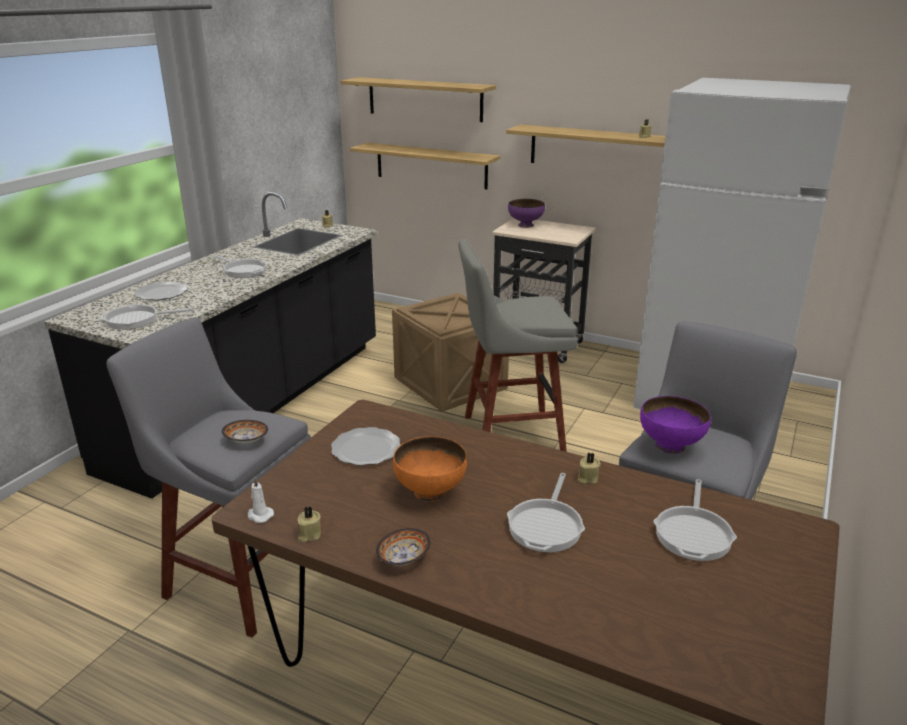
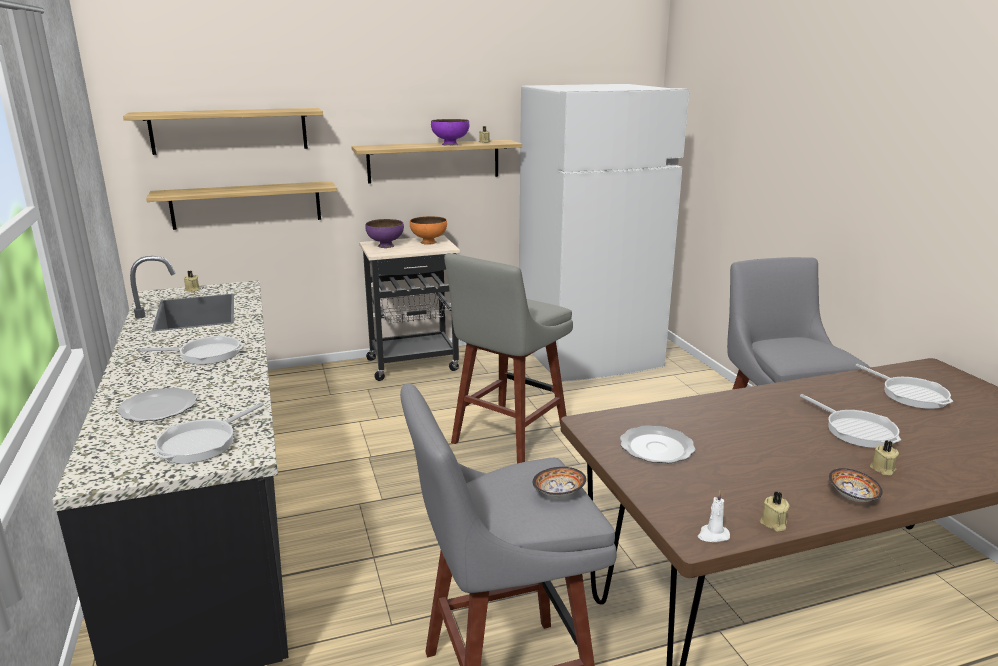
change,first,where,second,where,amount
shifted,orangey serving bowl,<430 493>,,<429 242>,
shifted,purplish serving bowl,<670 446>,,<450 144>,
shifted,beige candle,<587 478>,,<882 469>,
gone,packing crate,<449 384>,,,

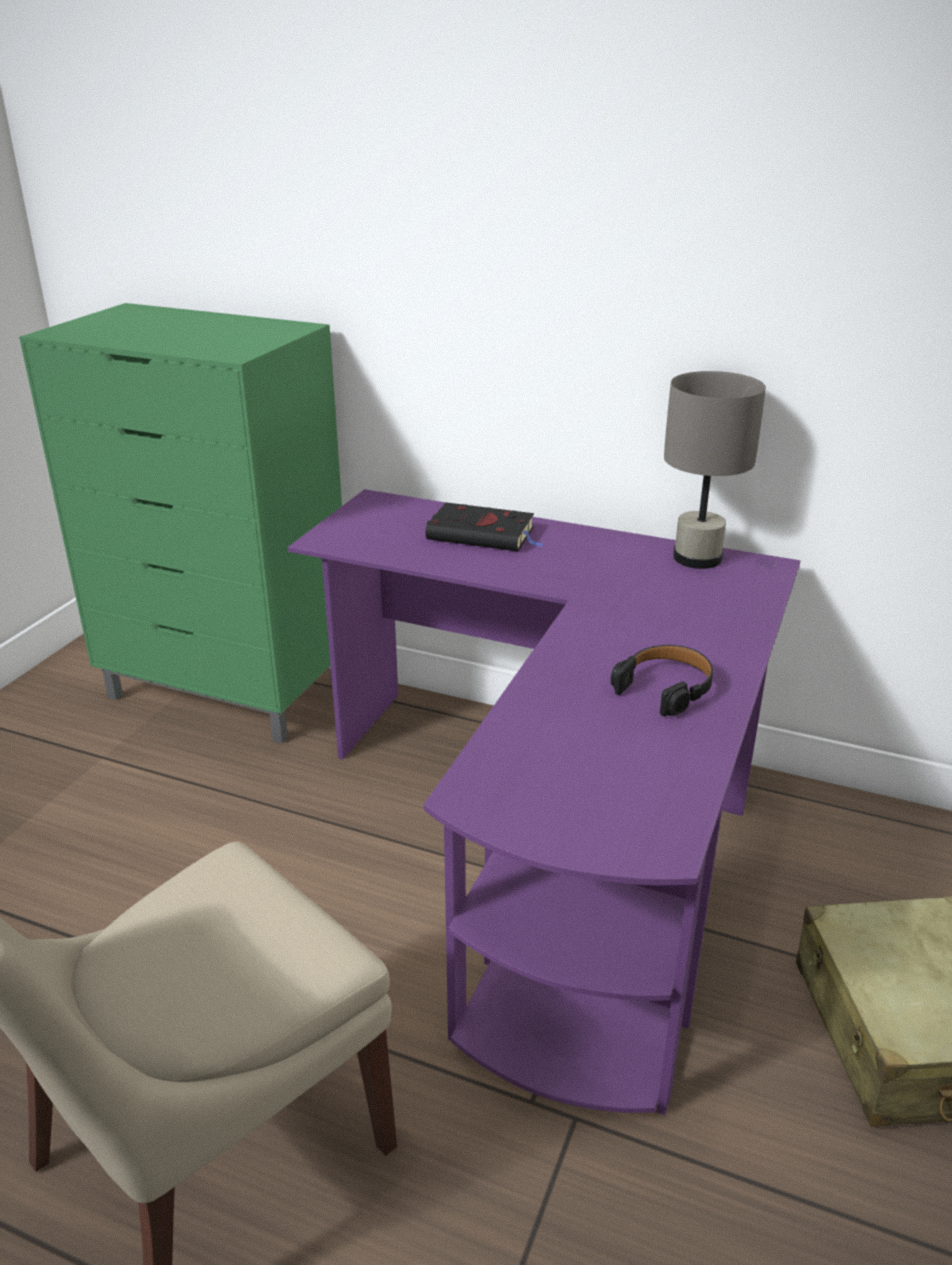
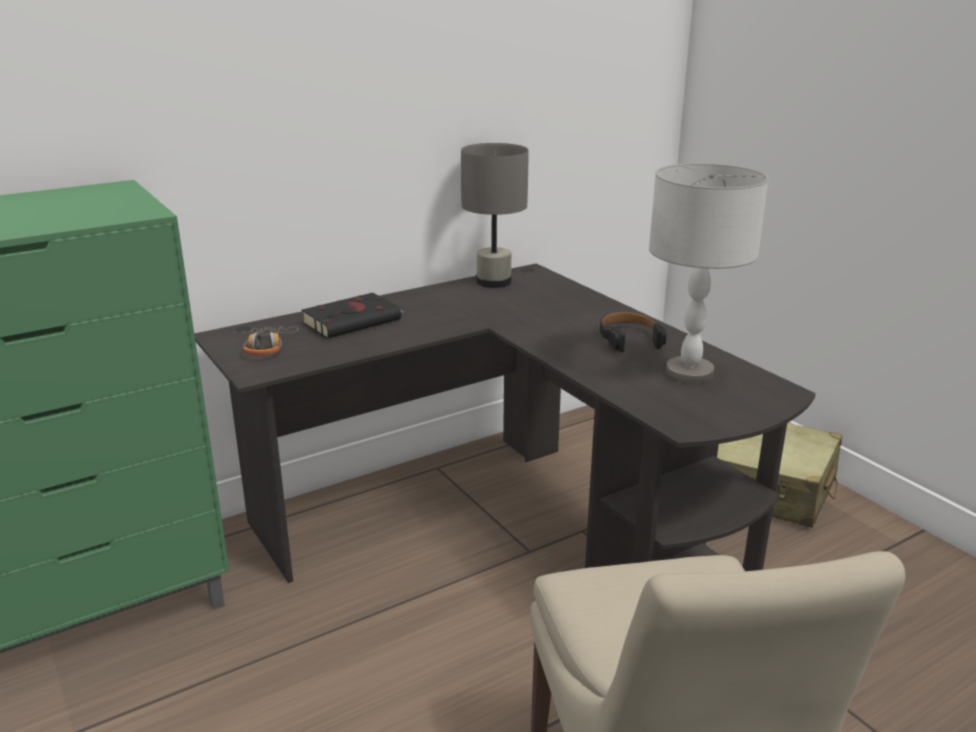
change,first,where,second,where,amount
repainted,purplish desk,<559 839>,black desk,<503 523>,
new,,,pair of headphones,<267 347>,
new,,,gray tabletop lamp,<689 374>,

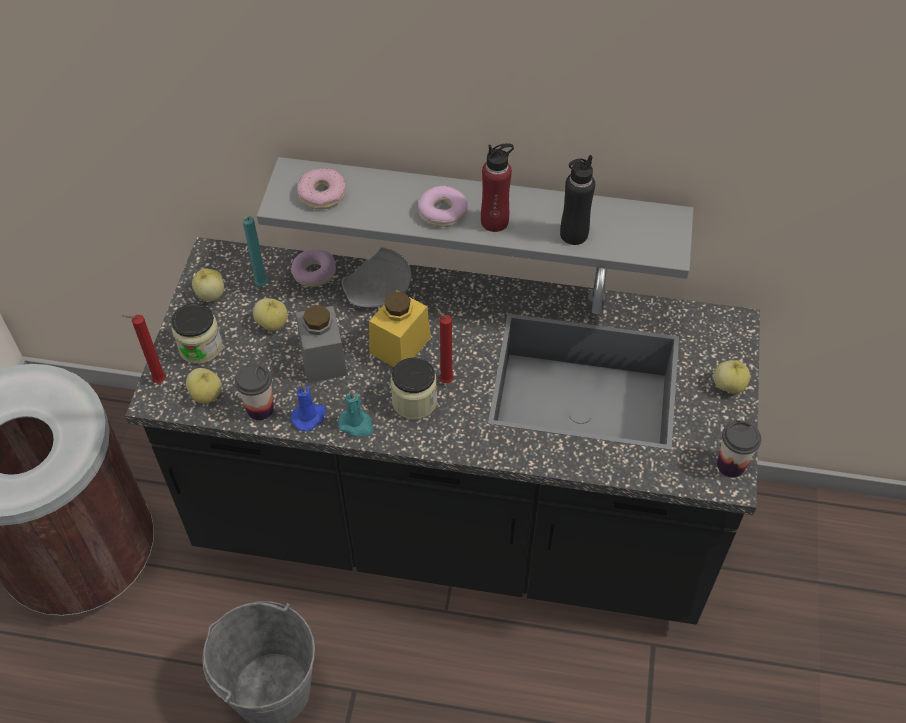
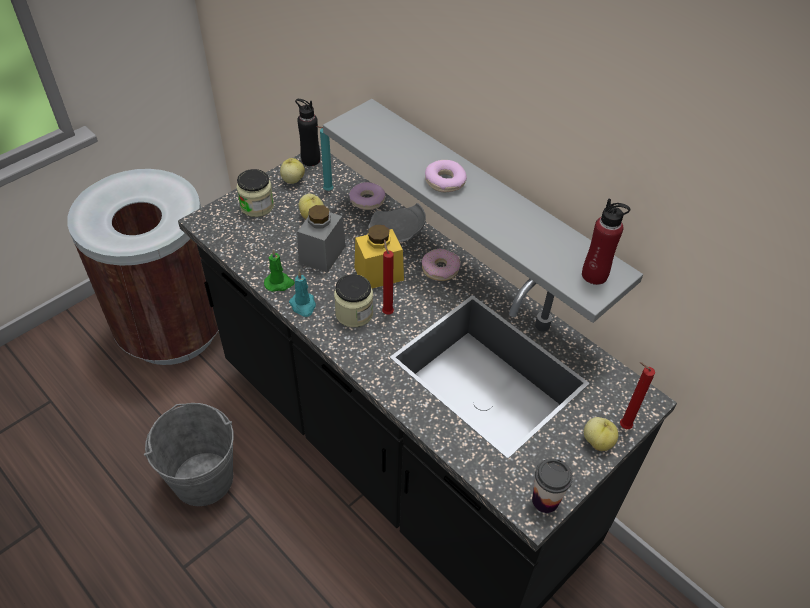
change,first,where,second,where,amount
repainted,bluish candle,<309 416>,green candle,<279 283>,
shifted,black drink bottle,<573 234>,,<310 160>,
shifted,ring doughnut,<322 194>,,<440 269>,
shifted,reddish drink bottle,<494 221>,,<594 275>,
shifted,reddish candle,<157 381>,,<622 426>,
gone,apple,<207 394>,,,
gone,cup,<260 409>,,,

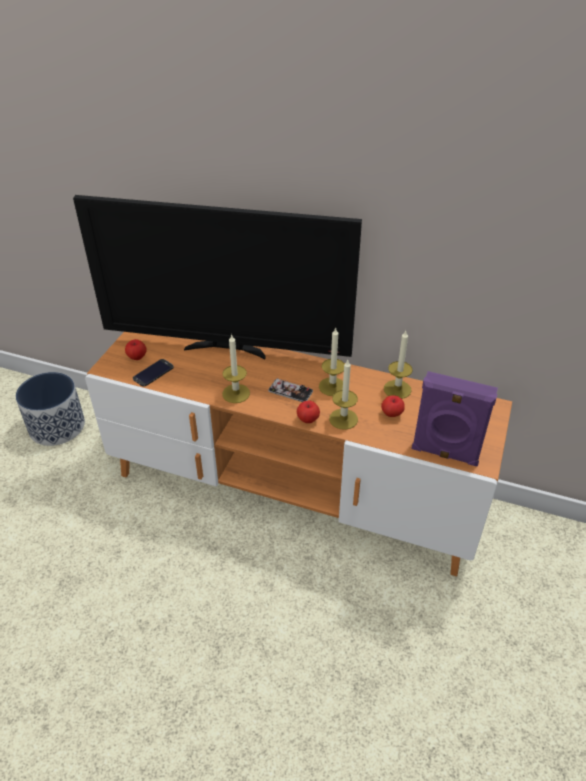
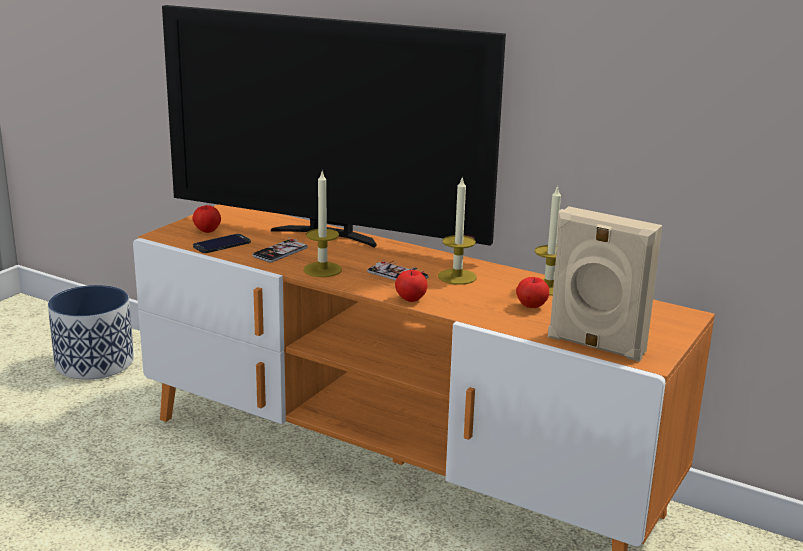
change,first,where,second,where,amount
new,,,telephone,<280 252>,
repainted,purplish loudspeaker,<445 454>,beige loudspeaker,<595 346>,
gone,candle,<343 419>,,,

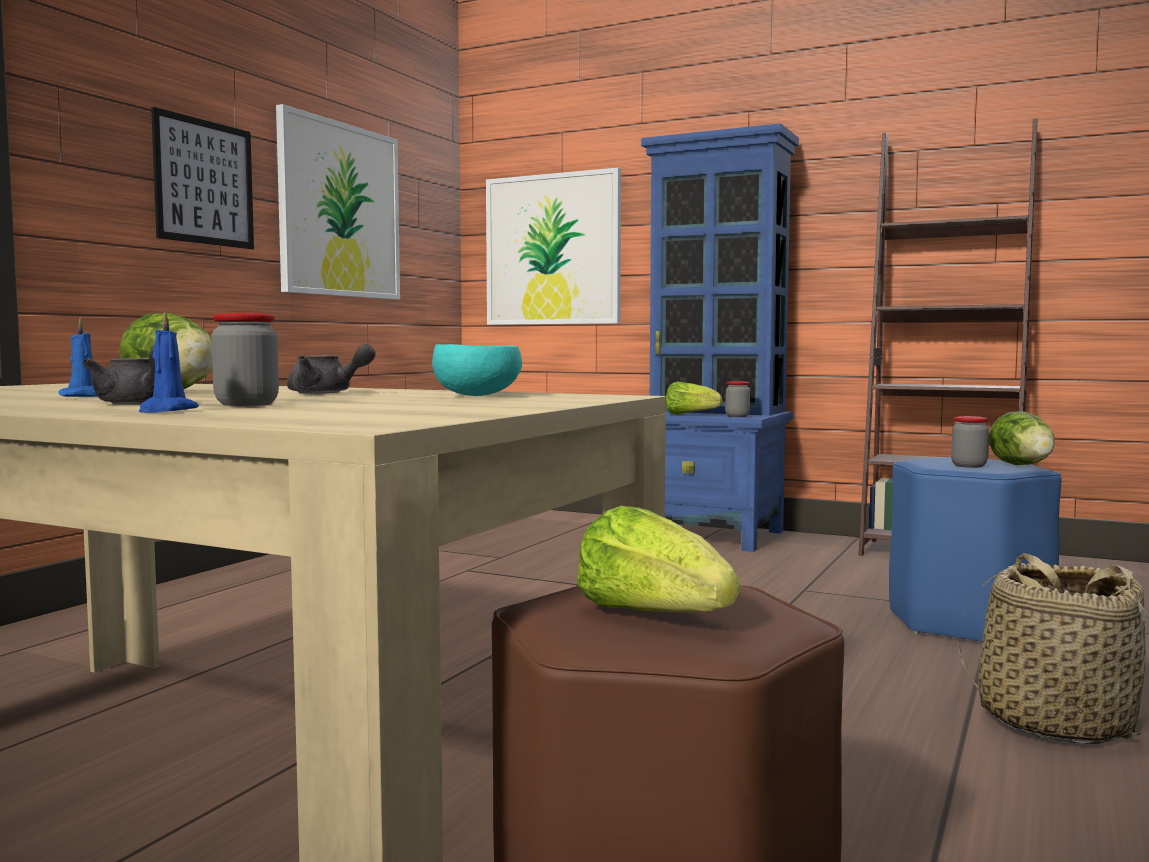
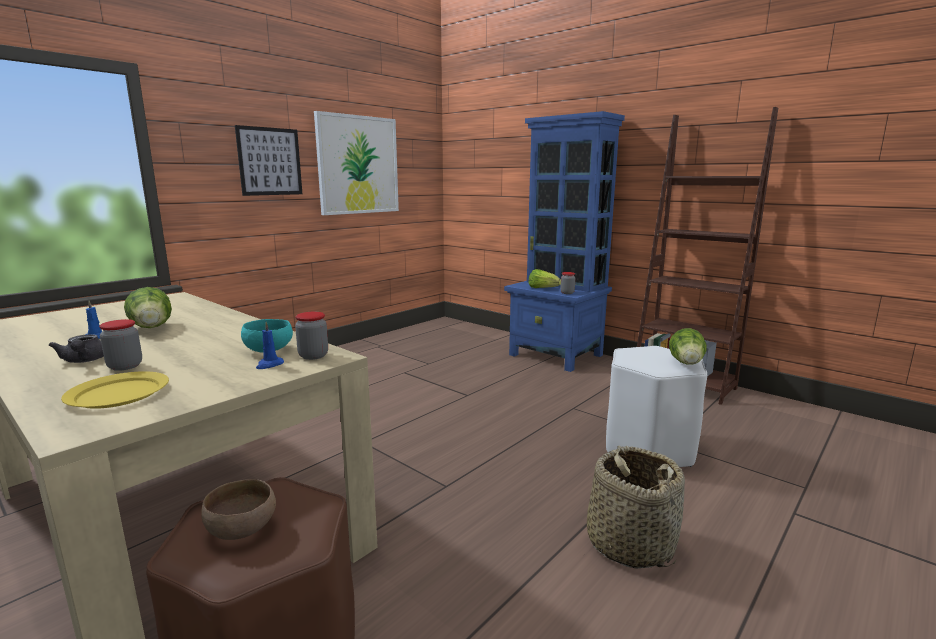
change,first,where,second,where,amount
new,,,yellowish flat dish,<119 393>,
swapped,head of lettuce,<652 615>,brown-coloured serving bowl,<243 529>,
shifted,bluish candle,<166 411>,,<269 365>,
shifted,jar,<969 466>,,<313 356>,
repainted,bluish stool,<968 623>,white stool,<649 449>,
gone,gray pot for tea,<327 393>,,,
gone,wall art,<553 250>,,,

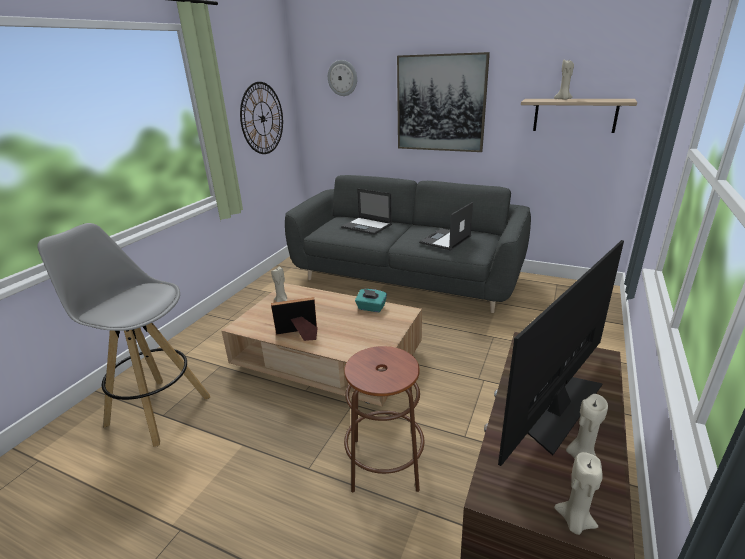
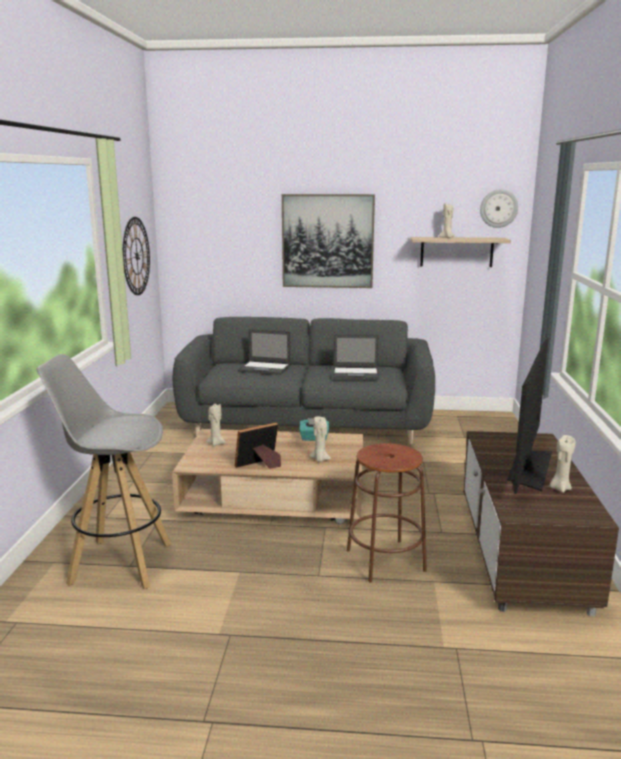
change,first,where,second,where,amount
shifted,beige candle,<574 521>,,<320 459>,
rotated,laptop,<445 240>,,<356 374>,105 degrees counterclockwise
shifted,clock on the wall,<342 78>,,<498 208>,

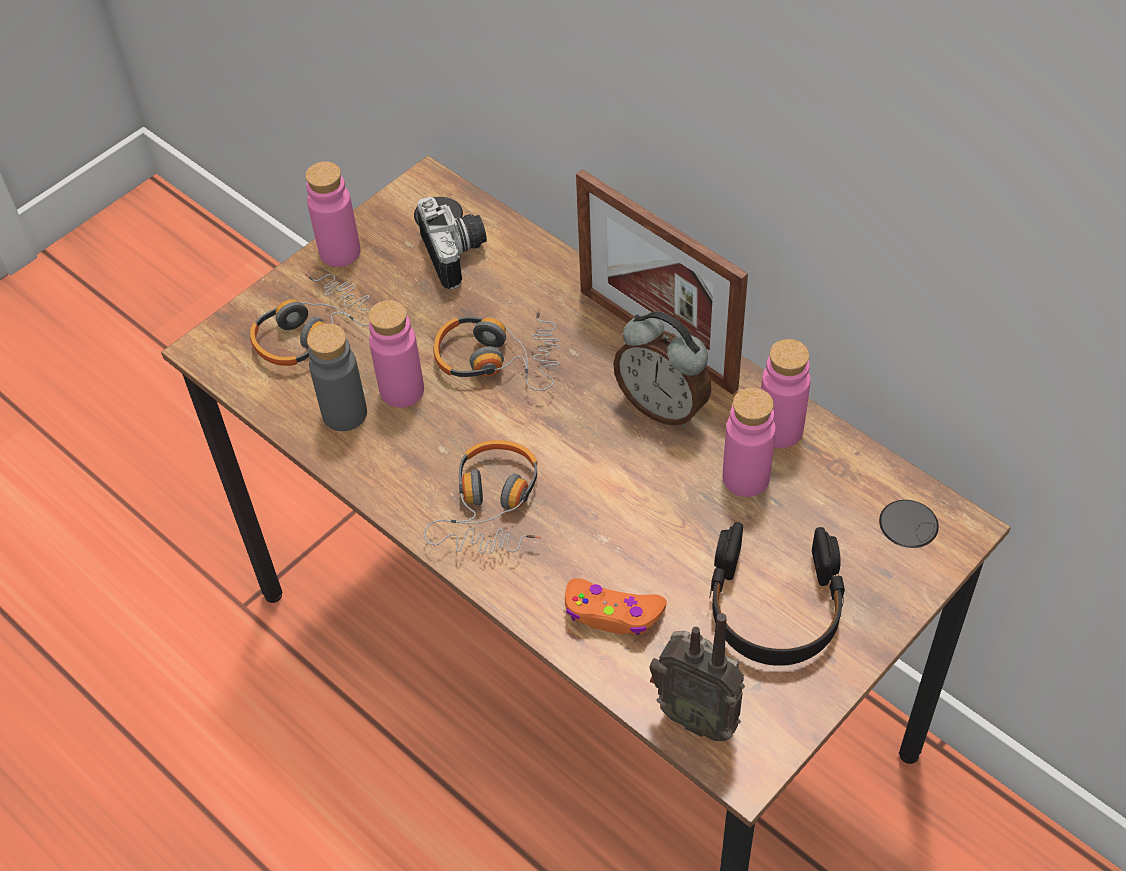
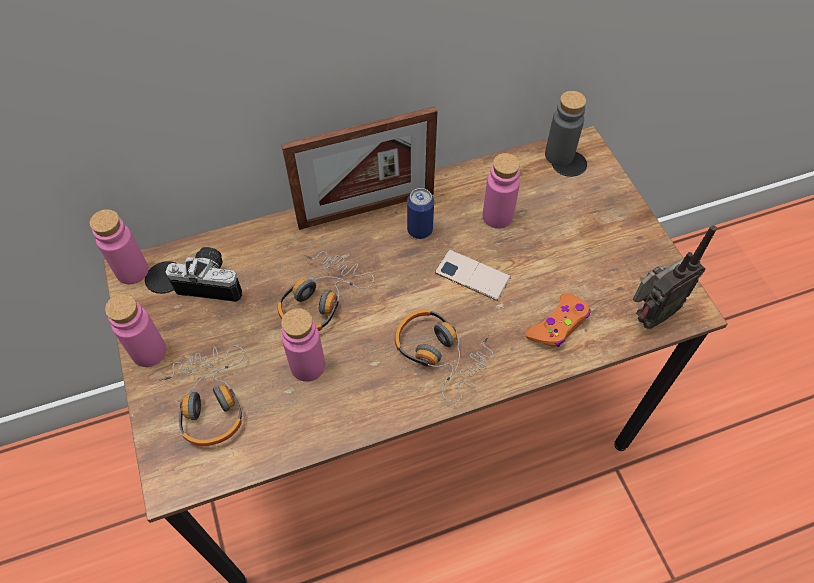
change,first,where,second,where,amount
shifted,pink drink bottle,<780 430>,,<132 271>,
swapped,bedside clock,<663 406>,metal can,<420 230>,
new,,,telephone,<472 275>,
shifted,gray drink bottle,<344 413>,,<559 155>,
gone,black pair of headphones,<775 606>,,,

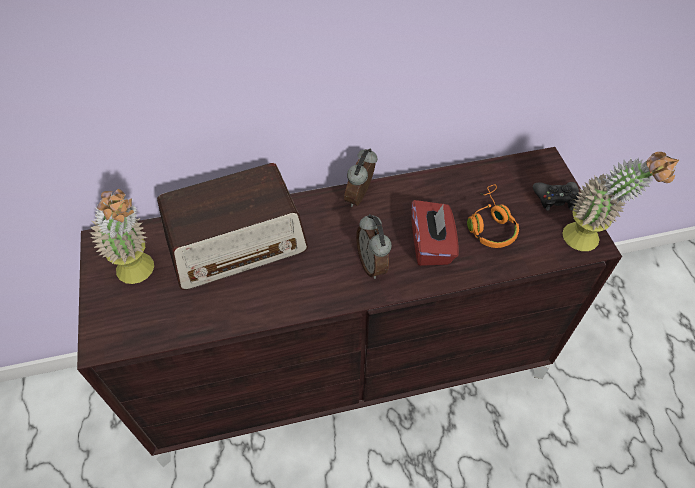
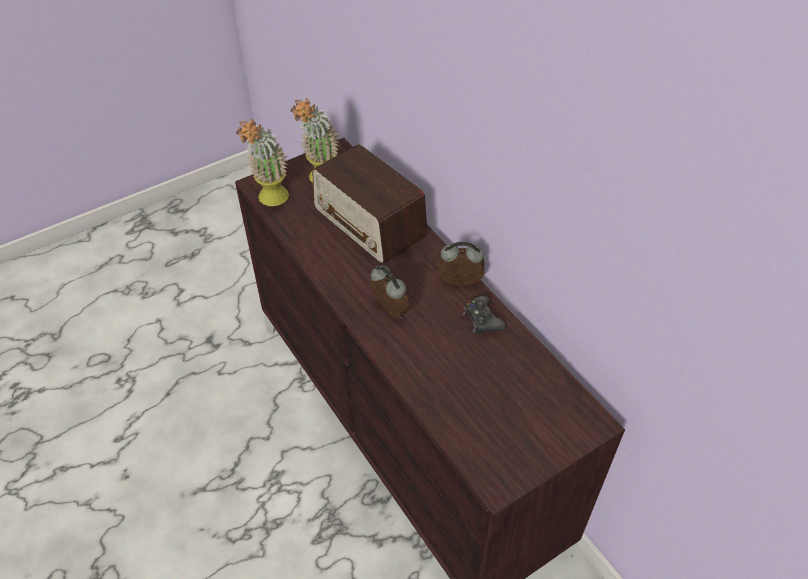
change,first,where,second,where,amount
shifted,houseplant,<590 241>,,<271 201>,
rotated,bedside clock,<373 264>,,<389 311>,90 degrees clockwise
shifted,black gamepad,<555 199>,,<482 319>,
gone,reddish box of tissues,<431 245>,,,
gone,orangey pair of headphones,<490 225>,,,

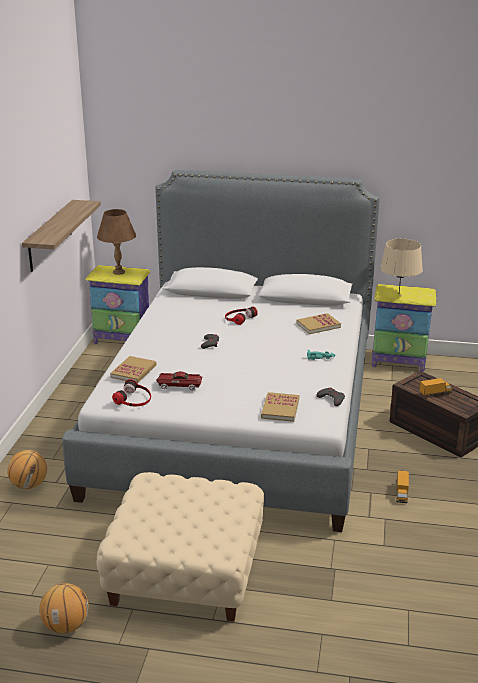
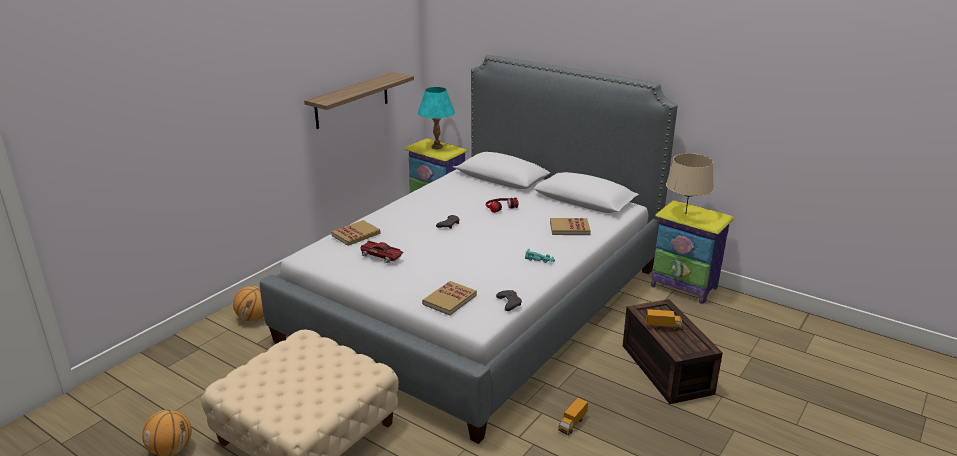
change,first,where,second,where,amount
repainted,brown-coloured tabletop lamp,<119 272>,turquoise tabletop lamp,<437 147>,
gone,pair of headphones,<134 399>,,,

